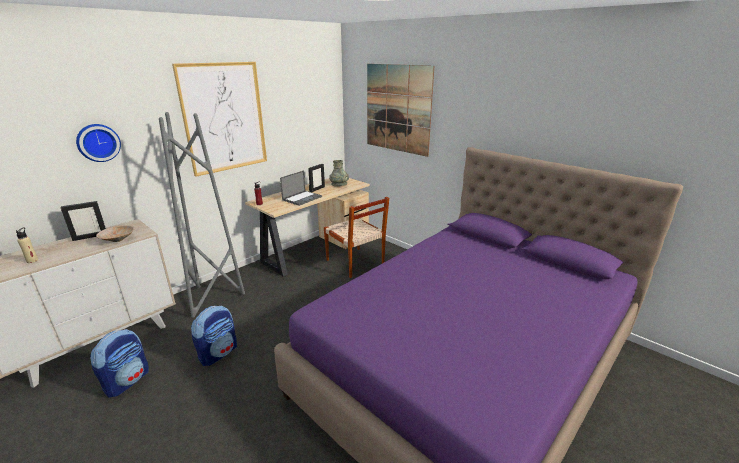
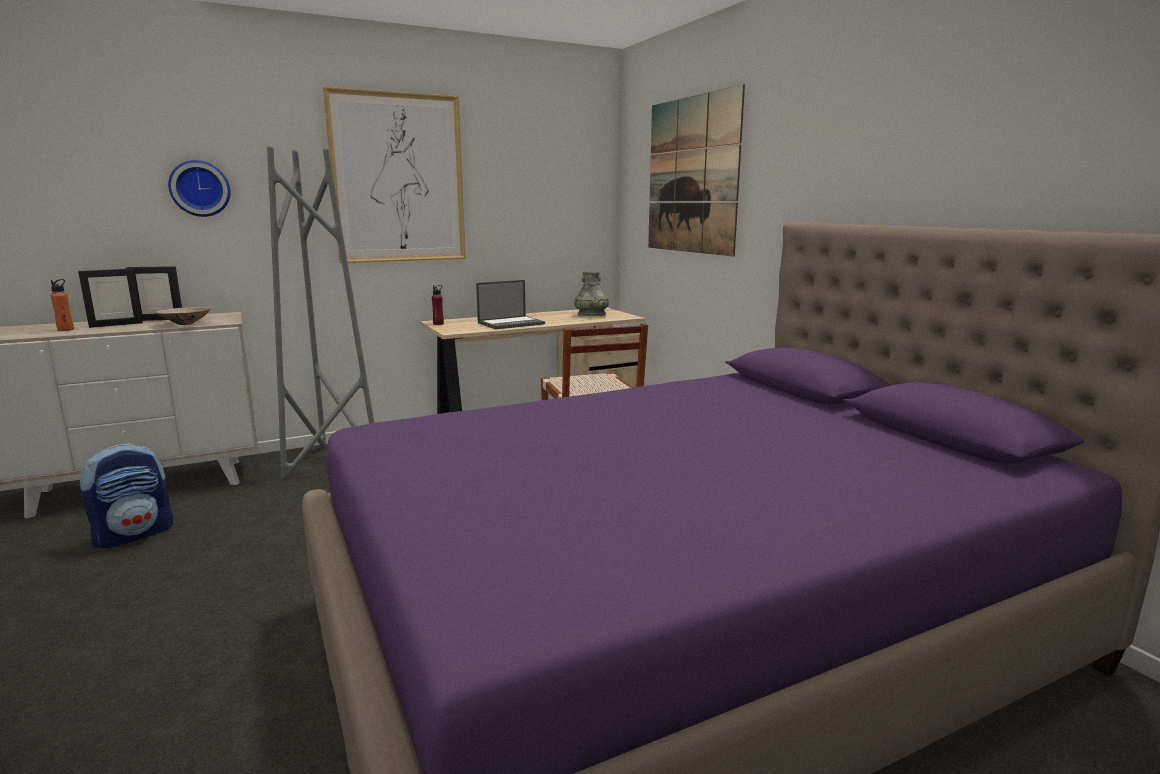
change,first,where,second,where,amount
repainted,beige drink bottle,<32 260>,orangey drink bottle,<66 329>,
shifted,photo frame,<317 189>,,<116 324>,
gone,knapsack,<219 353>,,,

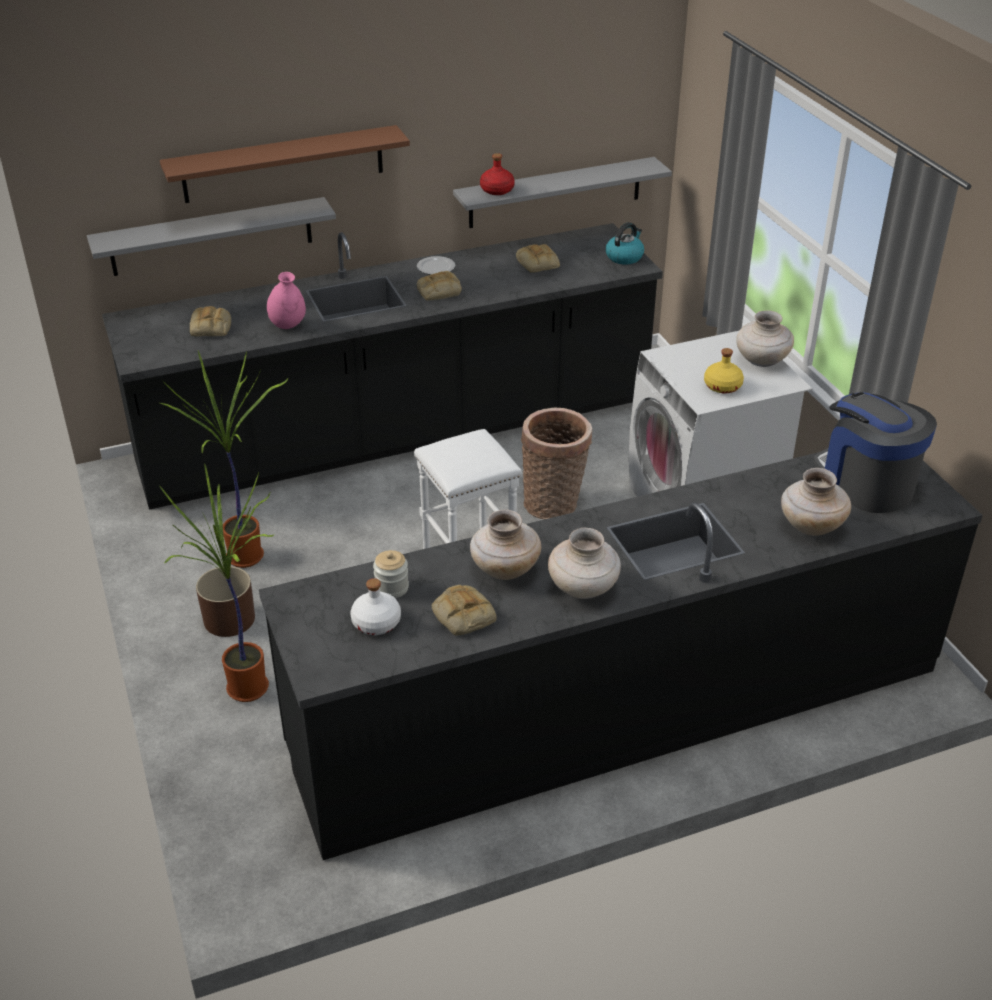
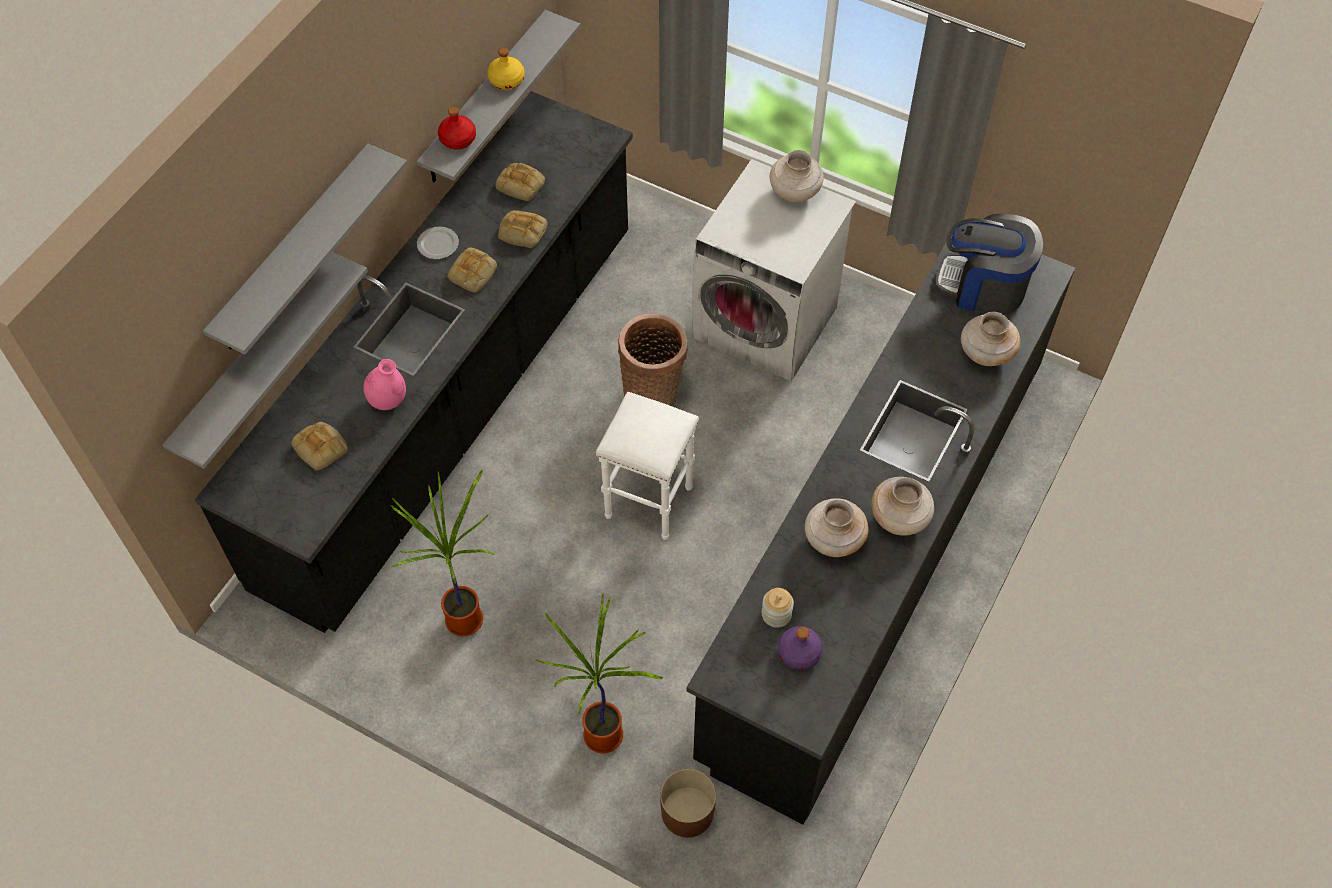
change,first,where,second,where,amount
repainted,brown-coloured shelf,<283 164>,gray shelf,<294 250>,
shifted,yellowish drink bottle,<723 386>,,<507 80>,
shifted,bread,<462 615>,,<521 232>,
shifted,brown-coloured planter,<229 620>,,<687 812>,
repainted,white drink bottle,<376 623>,purplish drink bottle,<799 653>,
gone,water kettle,<624 257>,,,

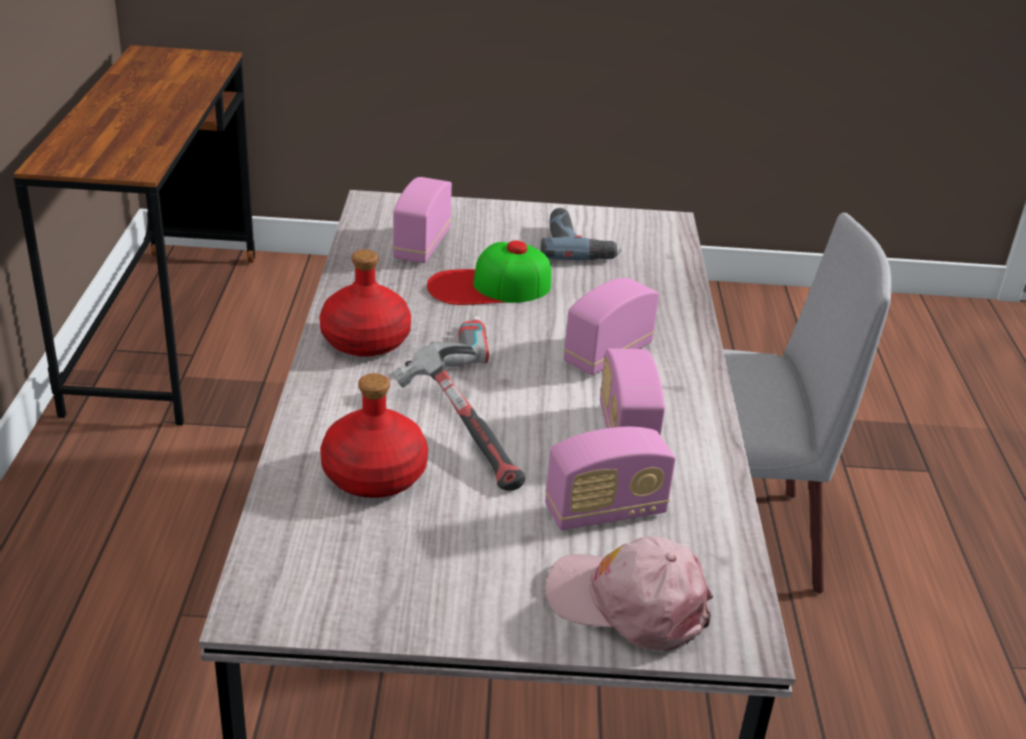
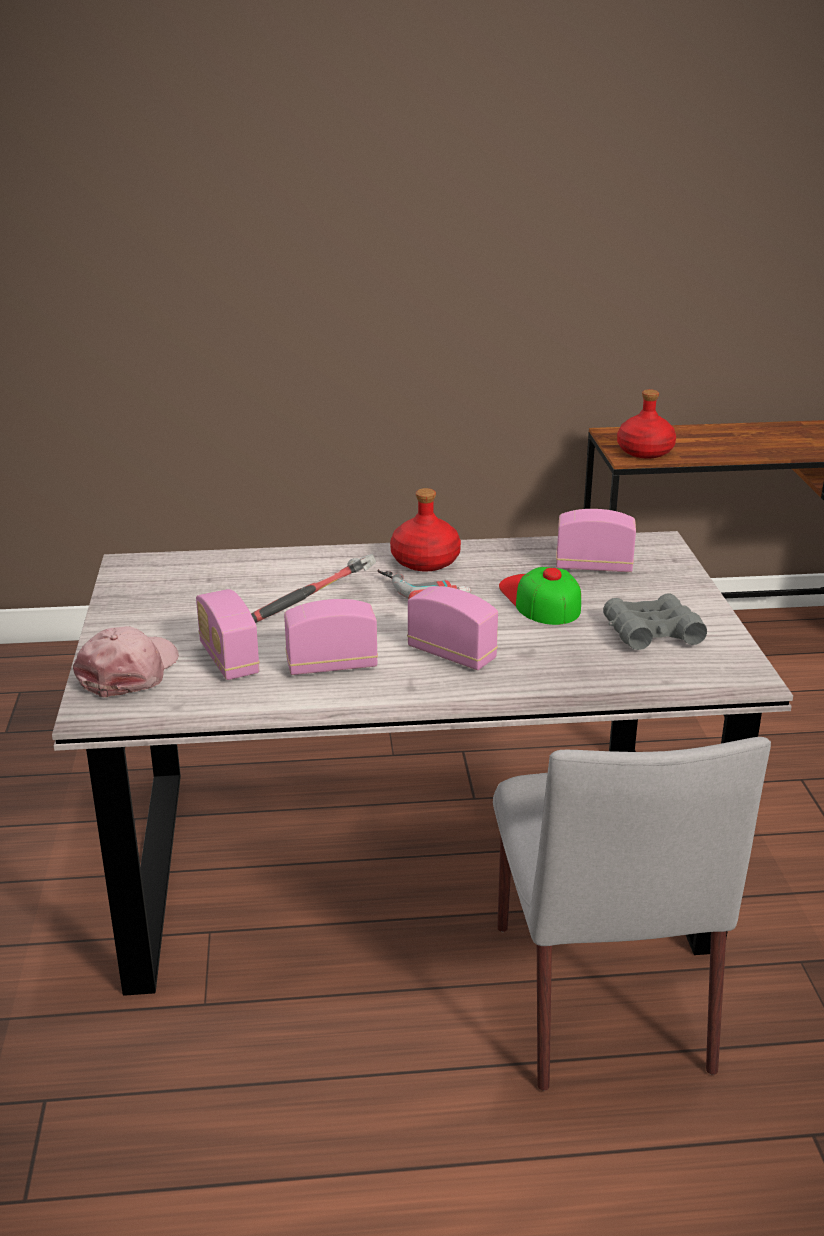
change,first,where,second,where,amount
swapped,electric drill,<577 245>,gray pair of binoculars,<652 633>,
shifted,reddish drink bottle,<374 475>,,<644 451>,

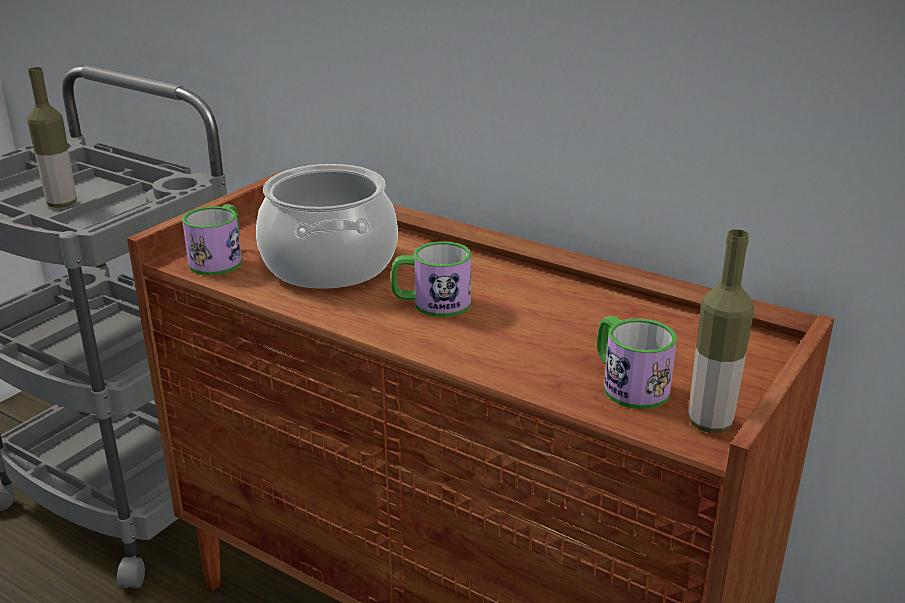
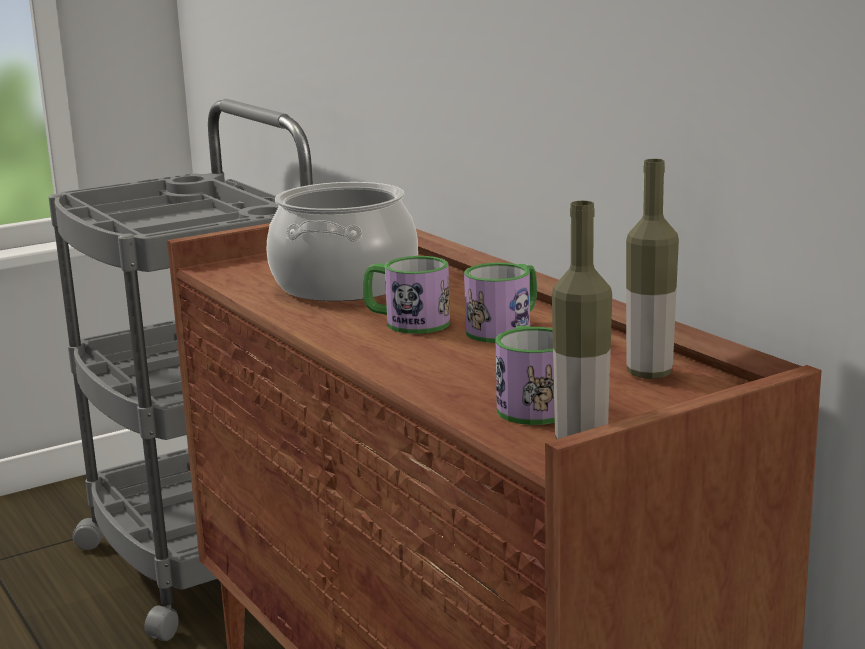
change,first,where,second,where,amount
shifted,tea mug,<220 259>,,<506 329>,
shifted,drink bottle,<62 204>,,<649 373>,

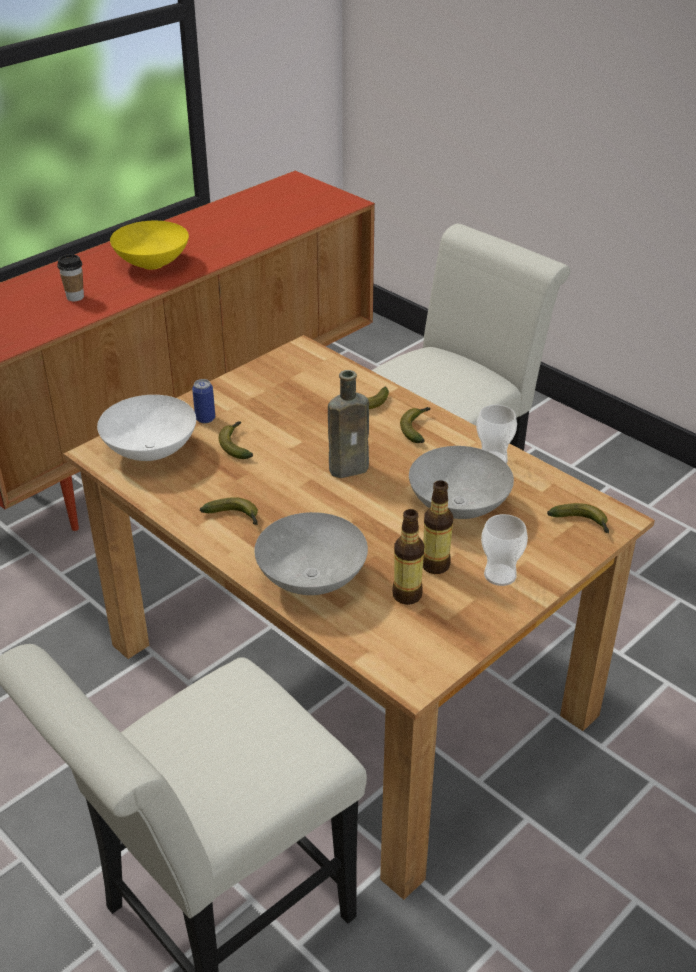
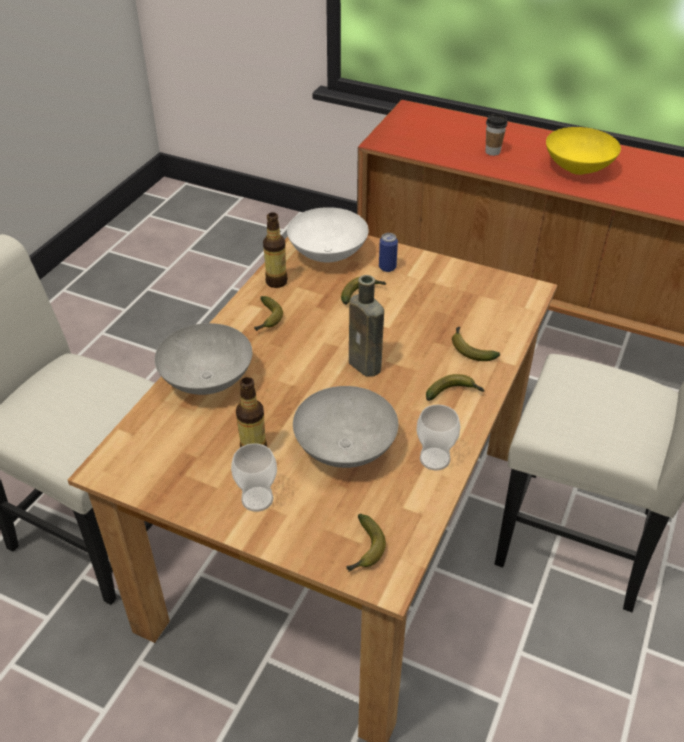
change,first,where,second,where,amount
shifted,drink bottle,<407 595>,,<276 282>,

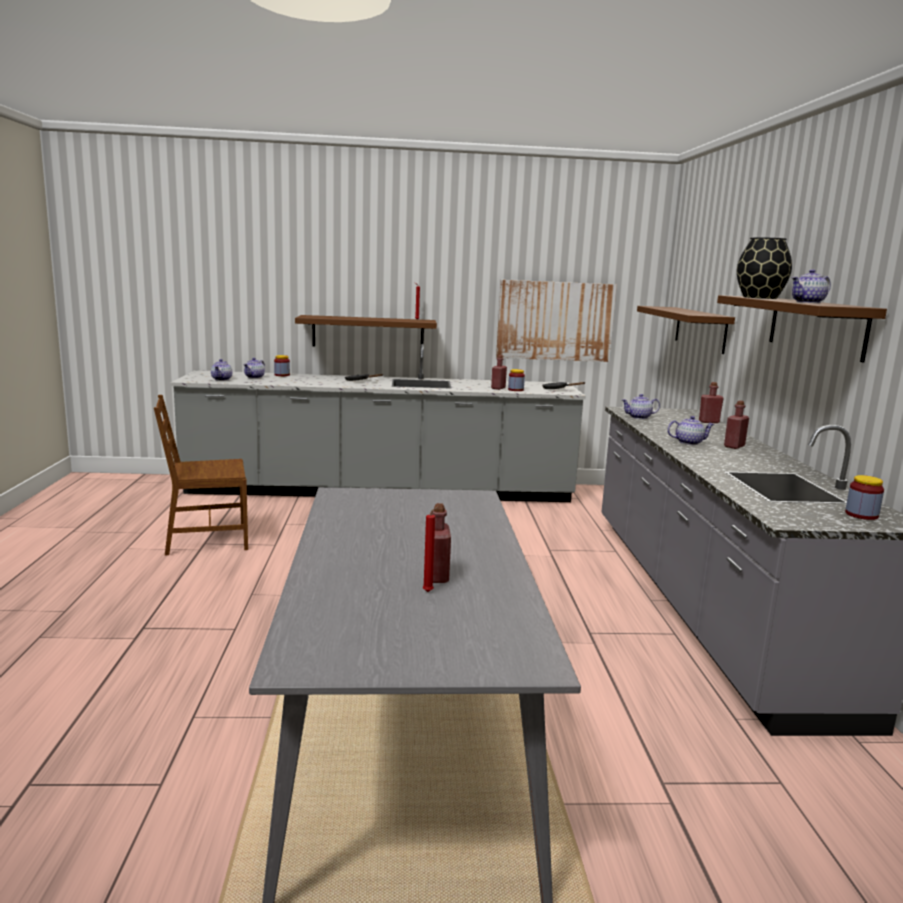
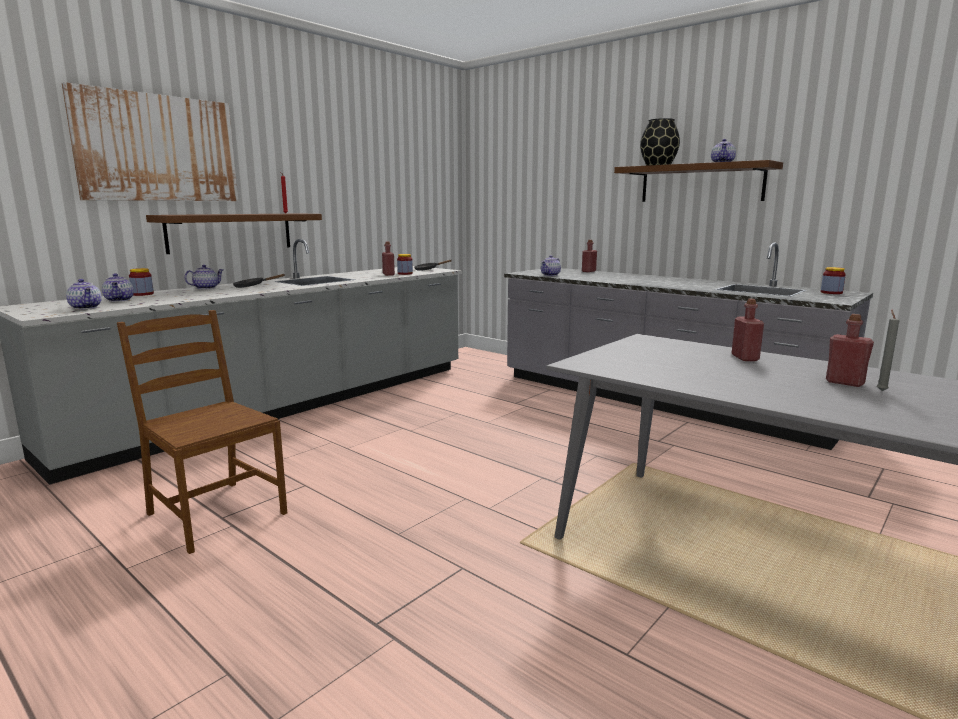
change,first,where,second,where,amount
shifted,wall art,<555 321>,,<158 148>,
rotated,brown-coloured chair,<206 540>,,<214 514>,105 degrees clockwise
shifted,pot for tea,<689 442>,,<206 288>,
shifted,reddish drink bottle,<734 446>,,<745 358>,
repainted,reddish candle,<429 591>,gray candle,<881 390>,
gone,brown-coloured shelf,<700 329>,,,

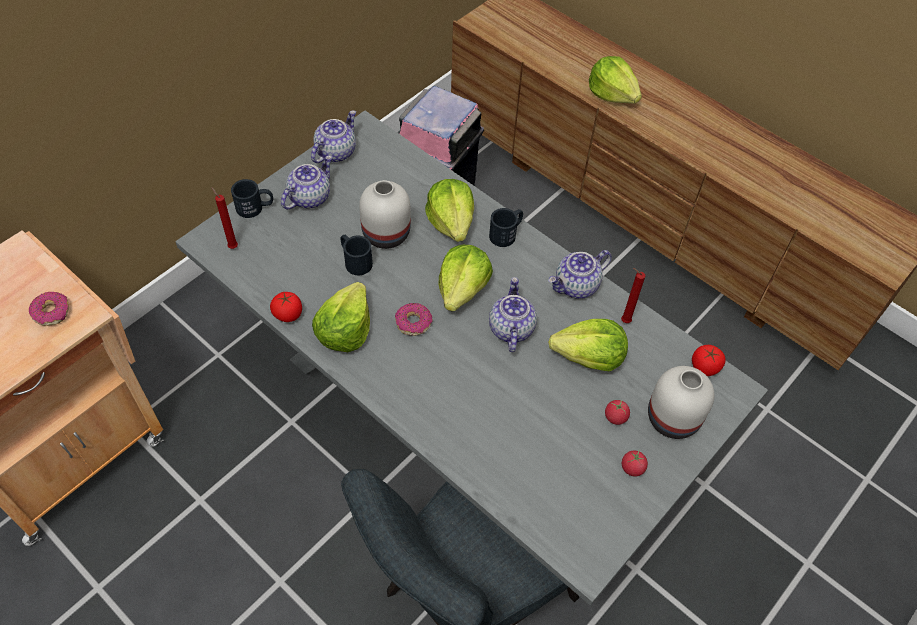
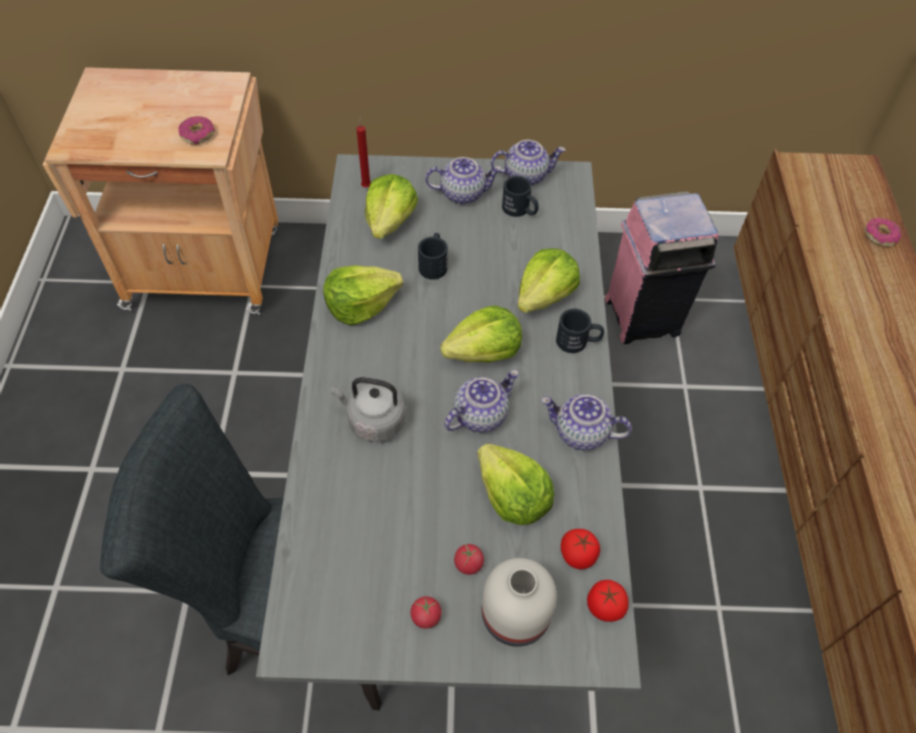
change,first,where,second,where,amount
new,,,gray water kettle,<373 421>,
shifted,head of lettuce,<612 94>,,<390 221>,
shifted,black tea mug,<255 207>,,<520 210>,
shifted,whole tomato,<288 314>,,<578 555>,
shifted,ring doughnut,<413 323>,,<880 236>,
gone,white decorative vase,<385 234>,,,
gone,reddish candle,<623 321>,,,

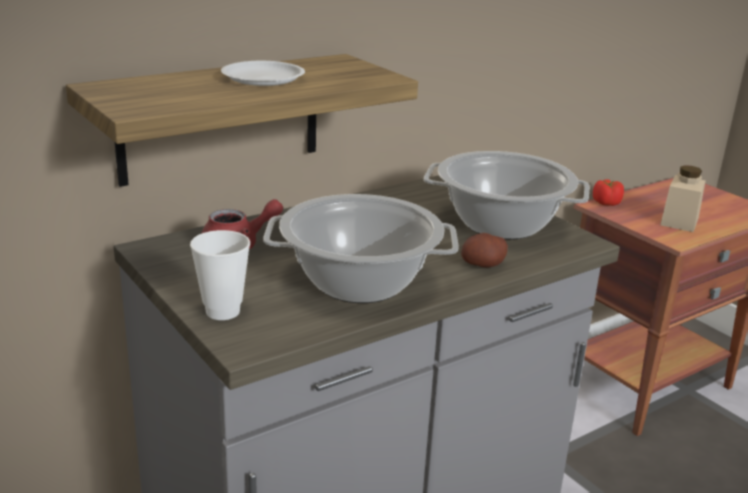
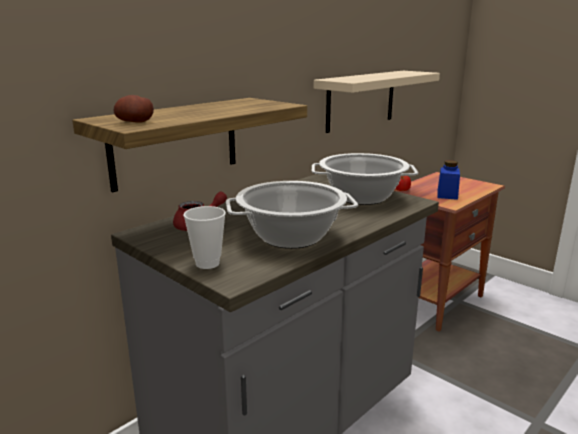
change,first,where,second,where,amount
shifted,whole potato,<483 265>,,<135 122>,
new,,,beige shelf,<361 100>,
repainted,beige jar,<679 221>,bluish jar,<447 195>,
gone,white flat dish,<263 78>,,,

